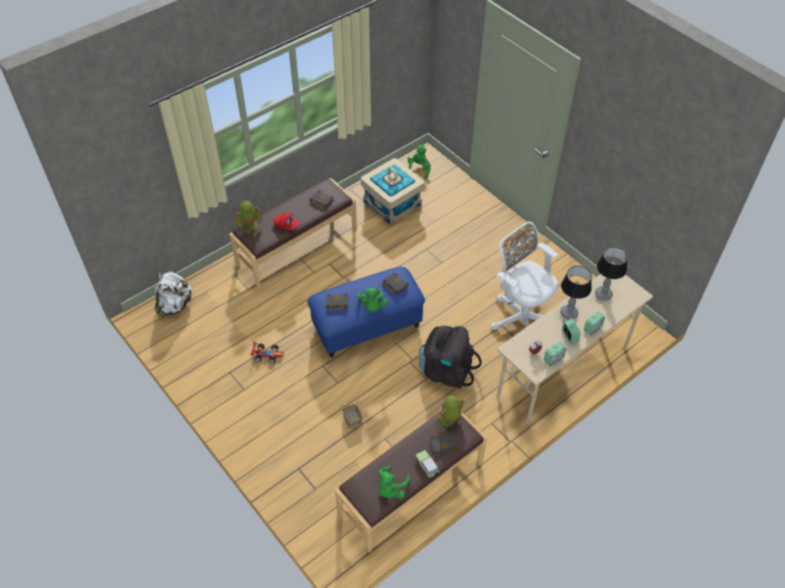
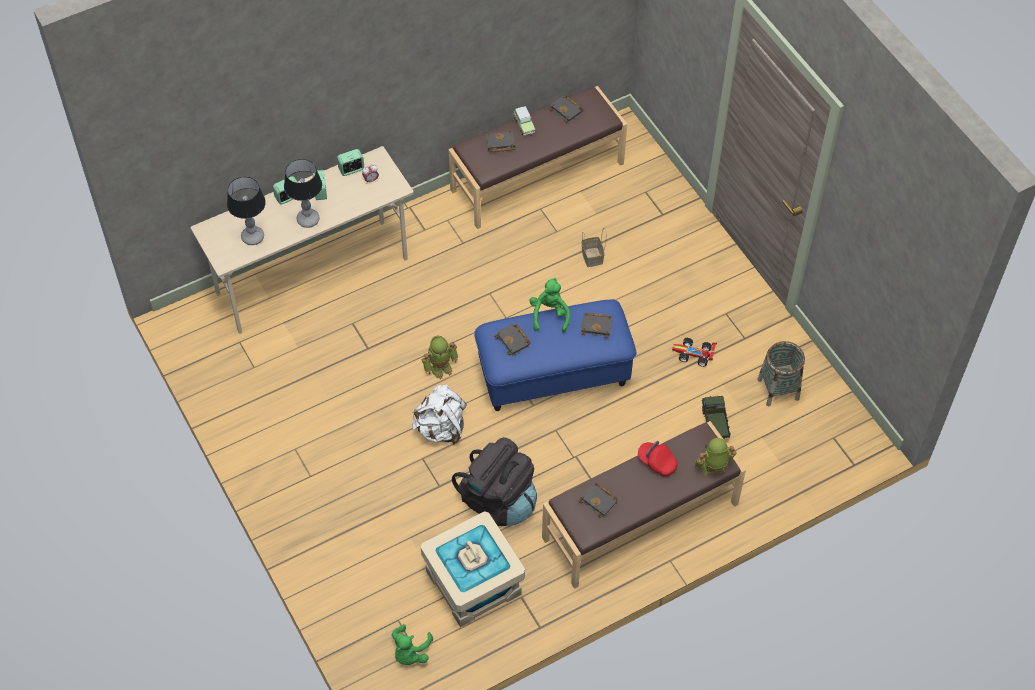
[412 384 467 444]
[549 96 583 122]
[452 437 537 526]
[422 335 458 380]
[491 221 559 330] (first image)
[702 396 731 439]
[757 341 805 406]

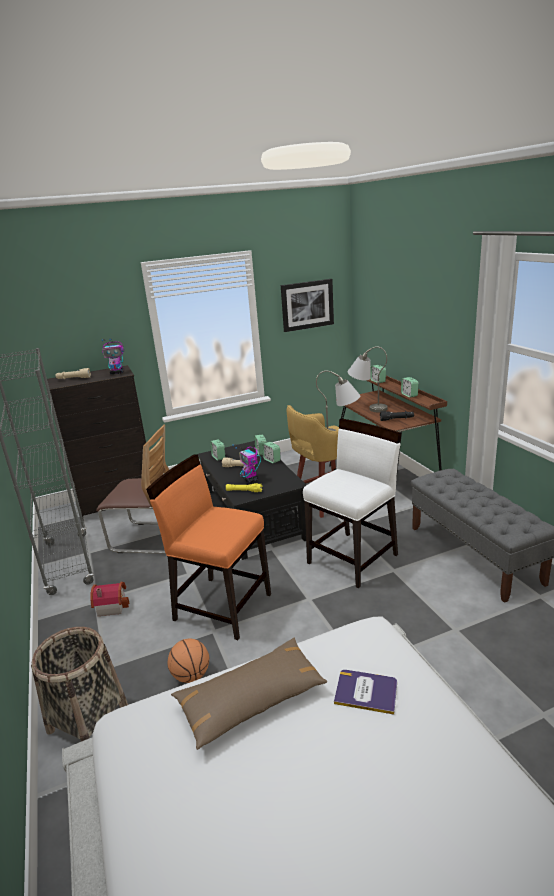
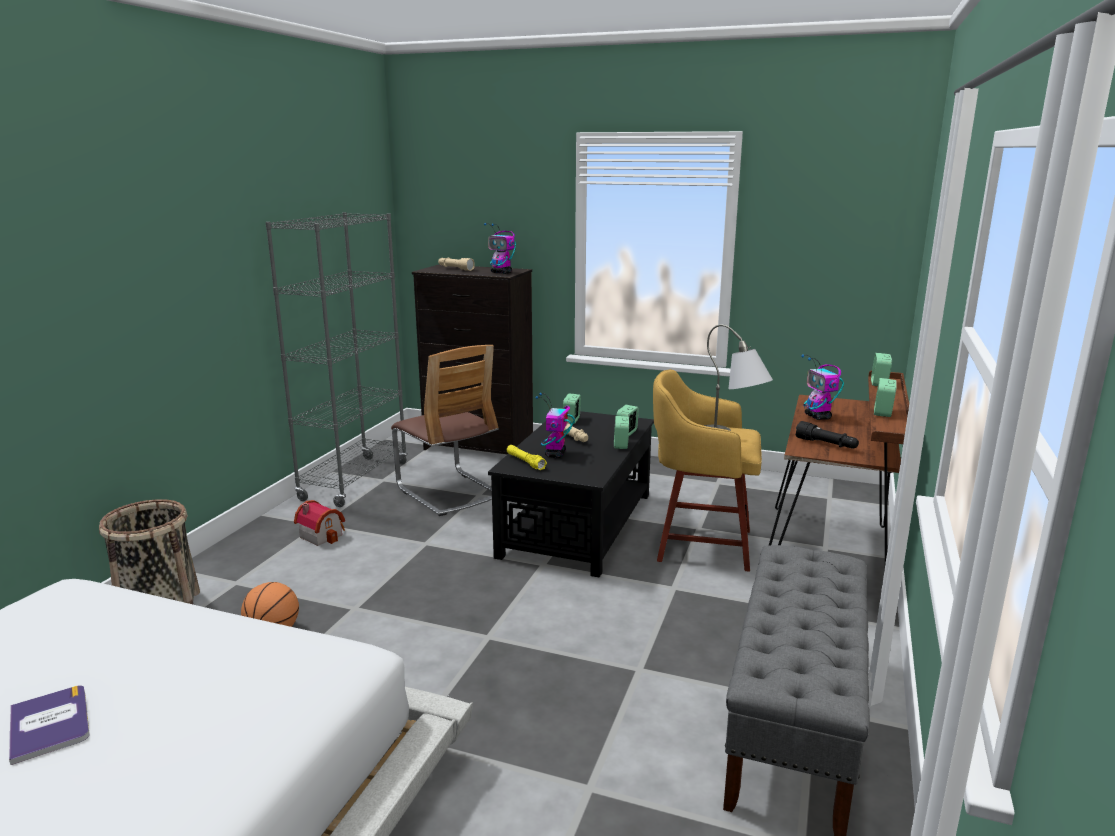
[146 454 271 640] (first image)
[171 638 327 750] (first image)
[281 279 334 332] (first image)
[303 419 402 588] (first image)
[9 685 90 765]
[801 354 844 420]

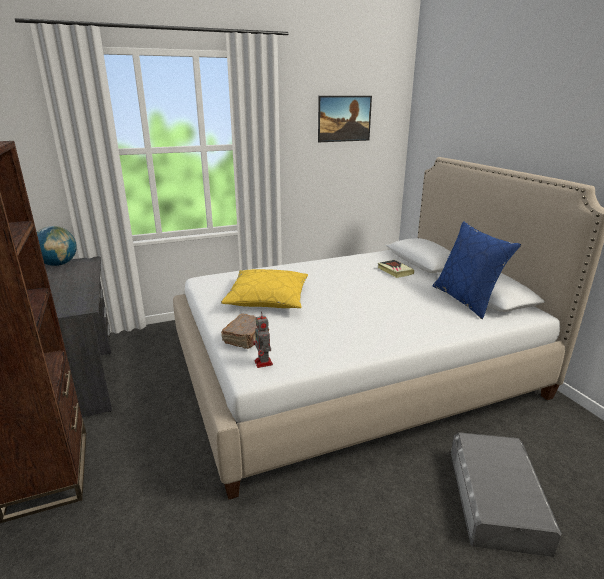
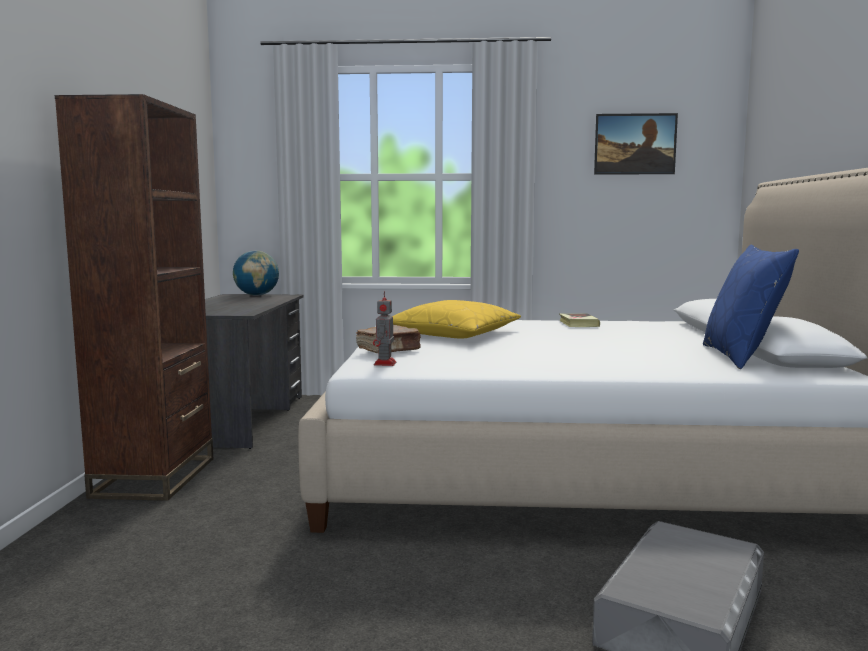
[559 313 600 327]

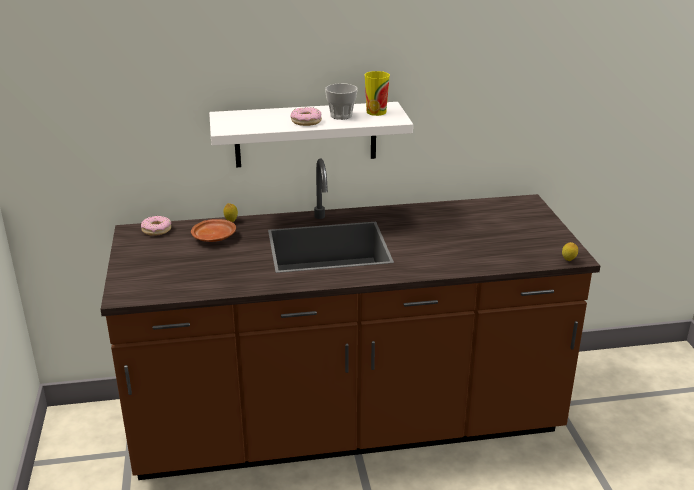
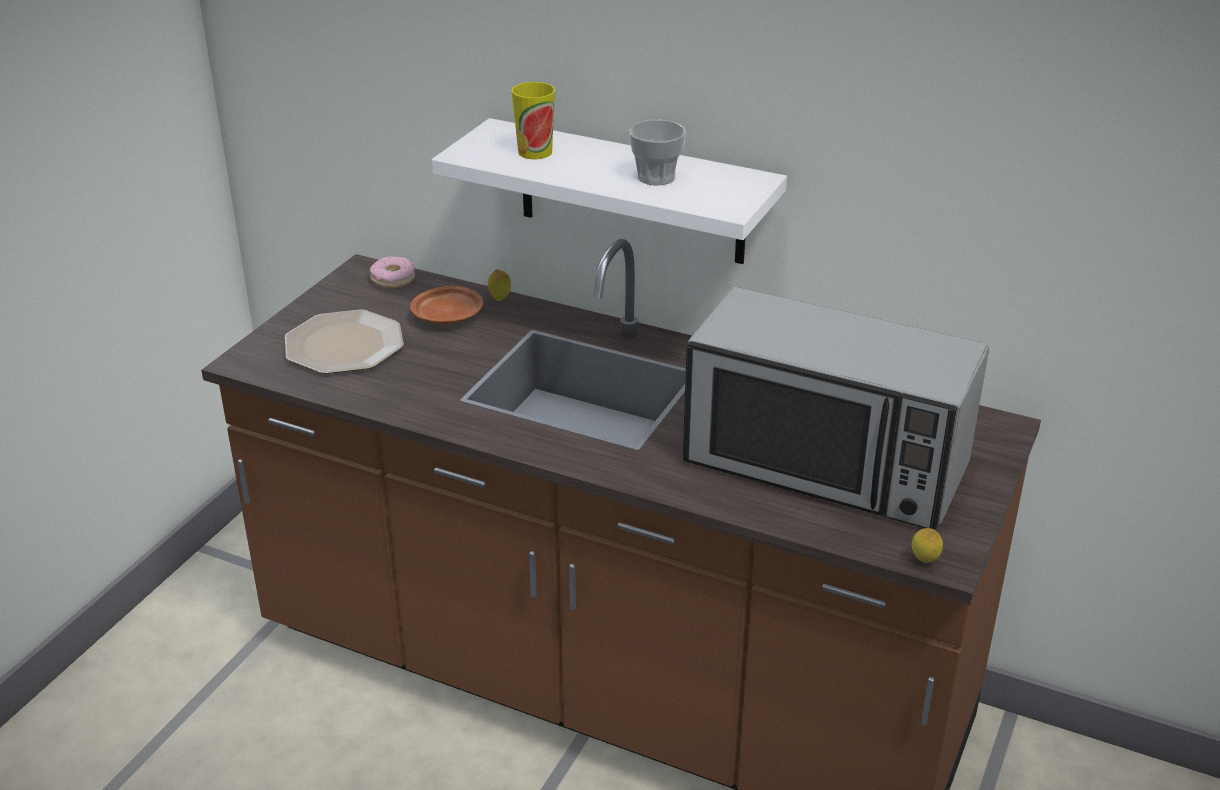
[291 107 322 126] (first image)
[512 82 555 159]
[285 309 404 374]
[683 287 989 530]

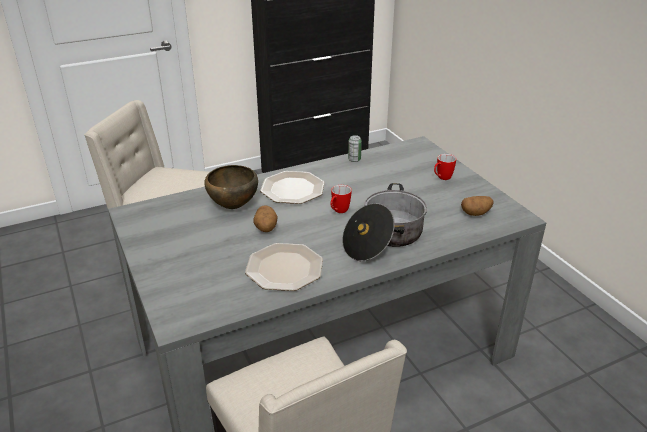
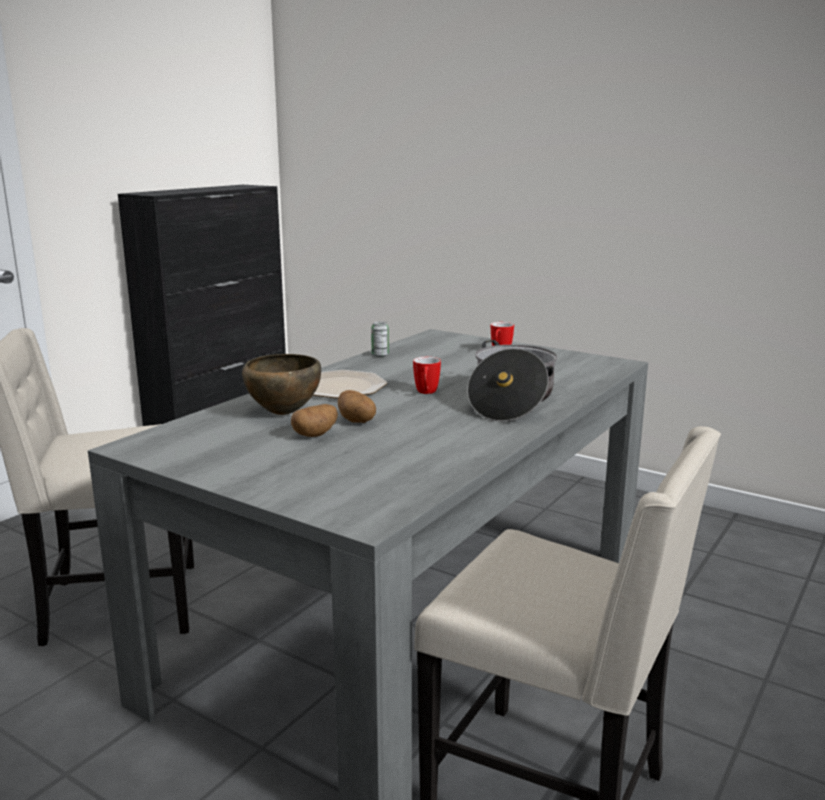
[245 243 323 291] (first image)
[291 404 338 437]

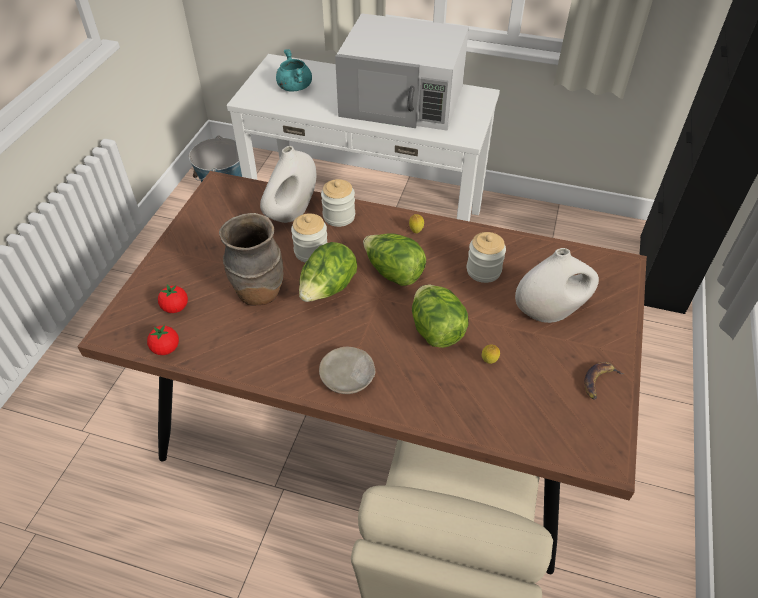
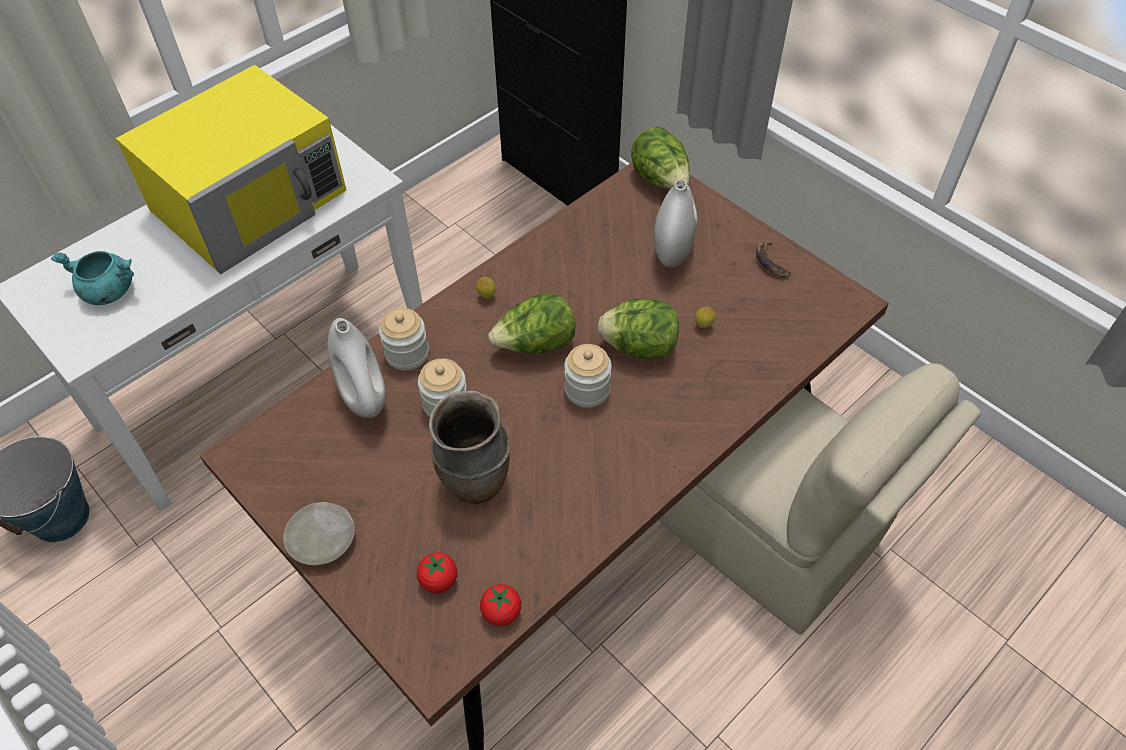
[631 127 689 188]
[283 502 355 566]
[116 65 346 274]
[564 344 612 408]

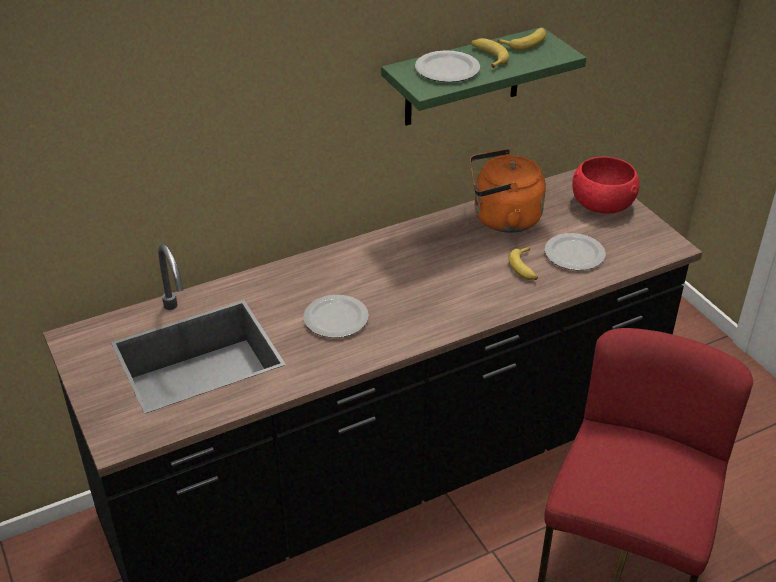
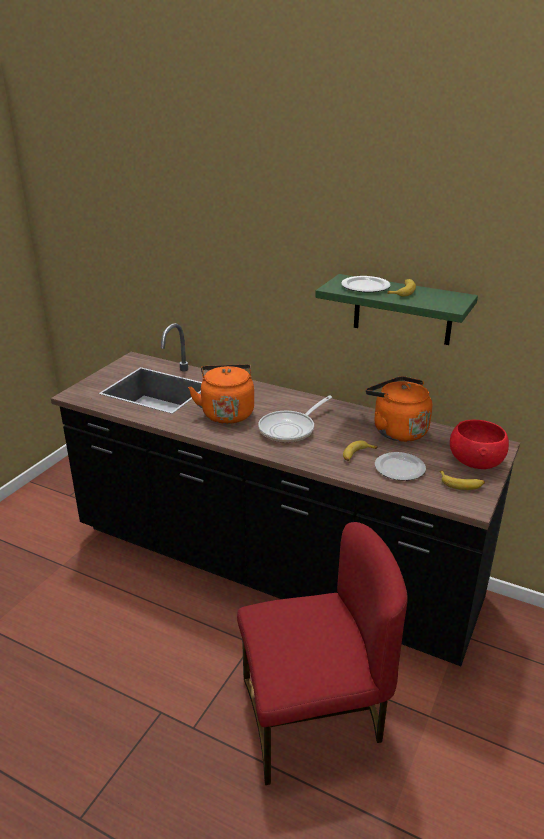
[188 364 254 424]
[440 470 485 490]
[258 396 332 443]

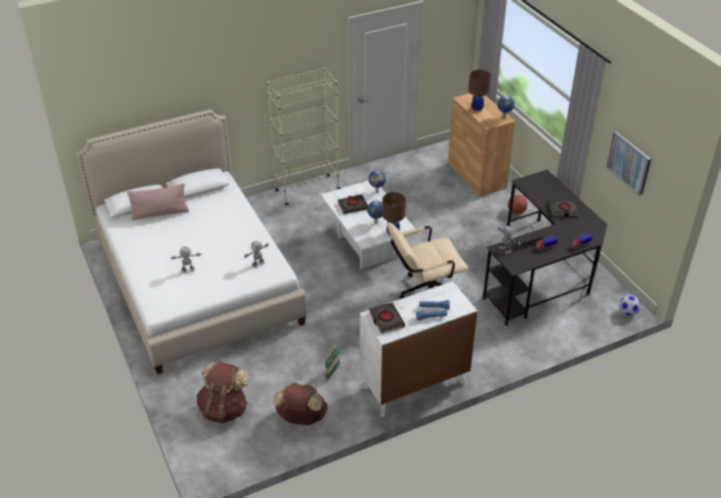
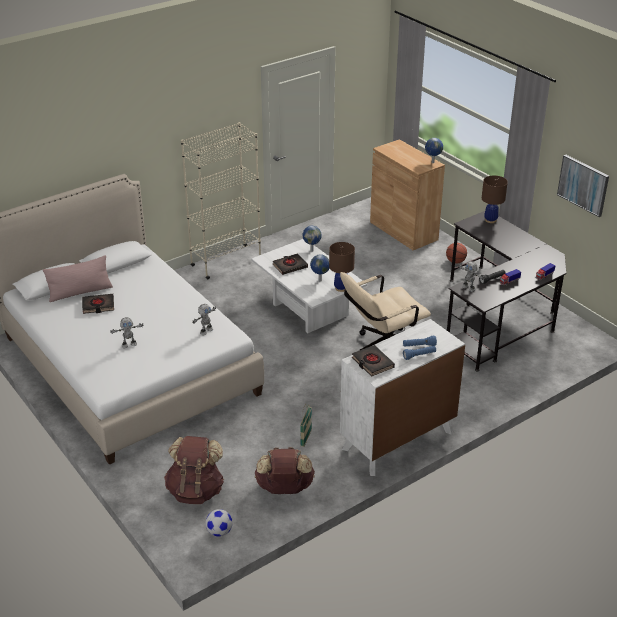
[482 176 508 223]
[82 294 114 314]
[206 509 233 537]

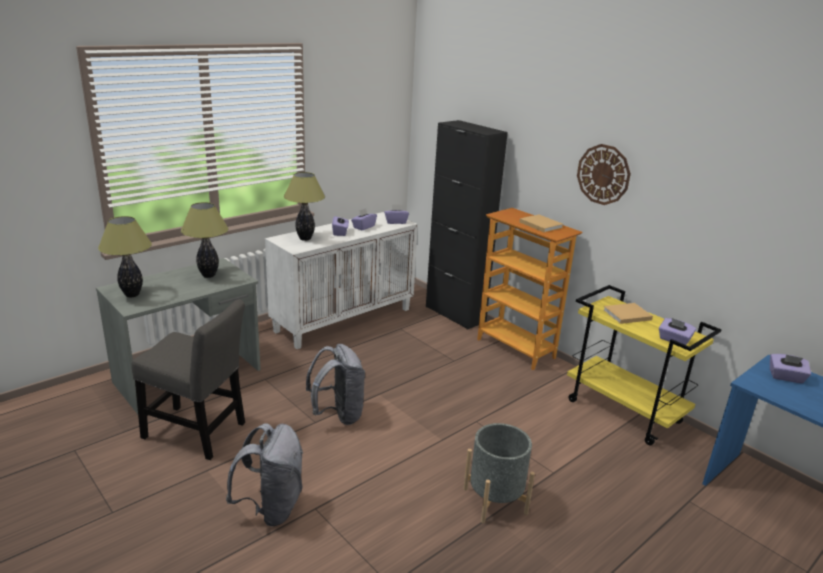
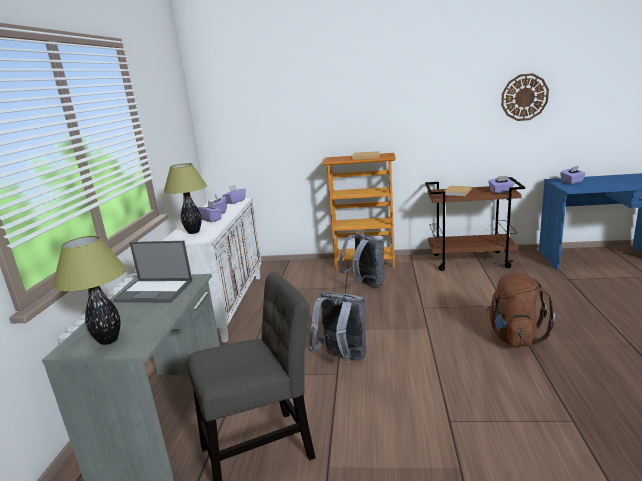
[113 241 192 303]
[339 233 384 288]
[426 120 508 330] (first image)
[486 273 555 347]
[425 177 525 271]
[501 73 549 121]

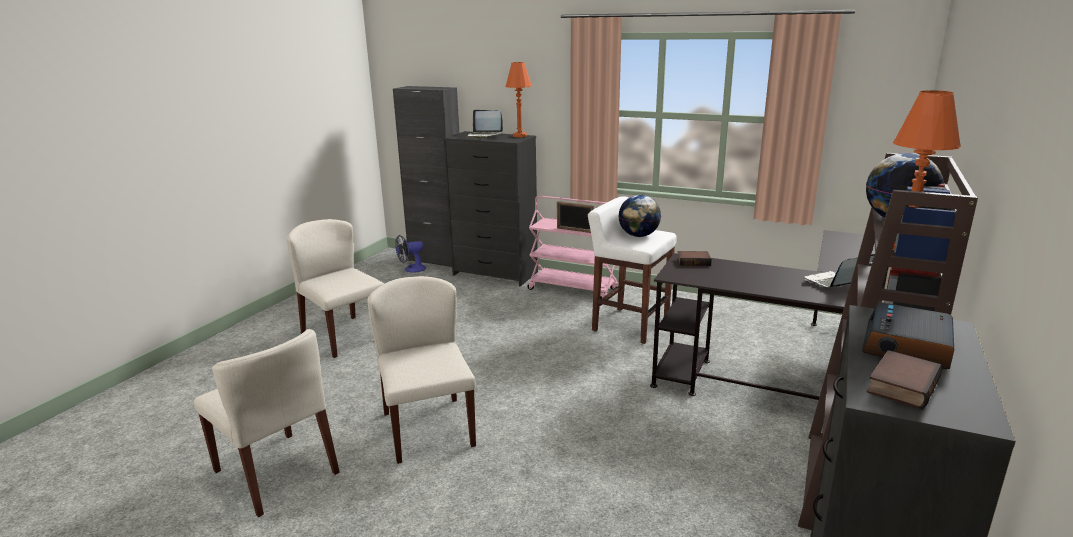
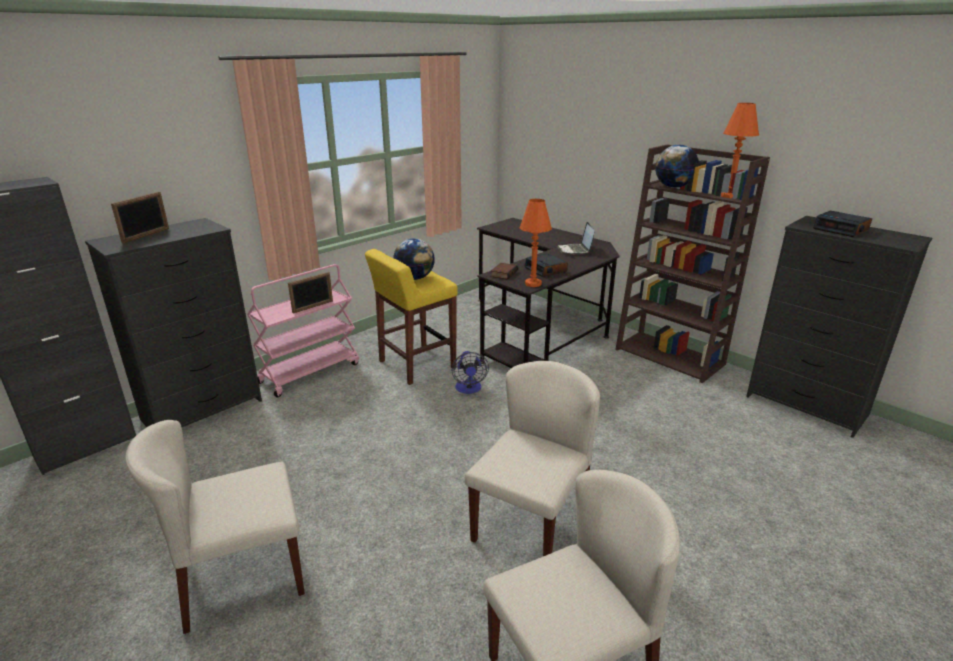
[465 361 600 556]
[451 351 489 394]
[111 192 169 244]
[520 199 552 287]
[365 249 458 385]
[867 350 942 410] (first image)
[524 254 568 277]

